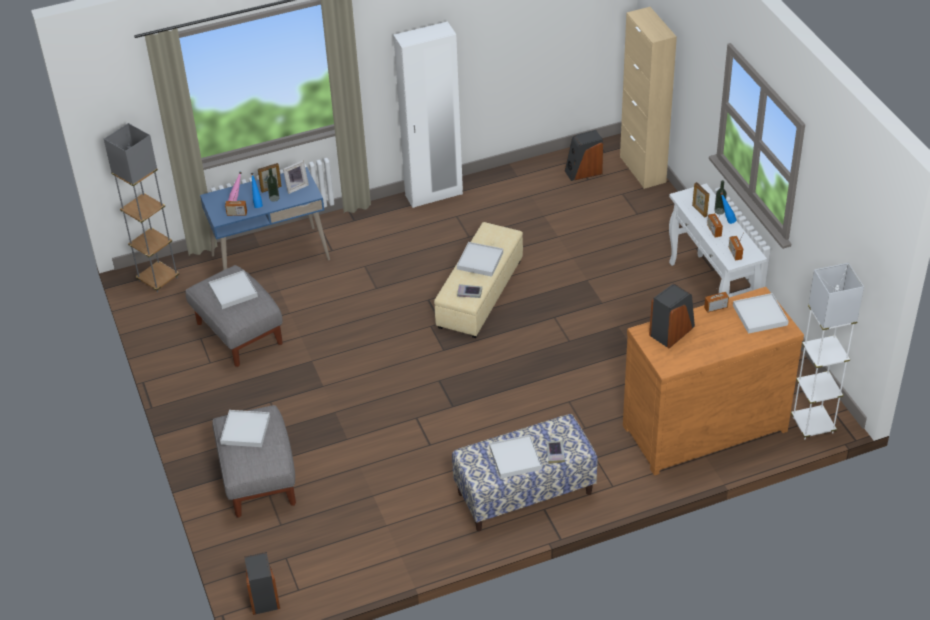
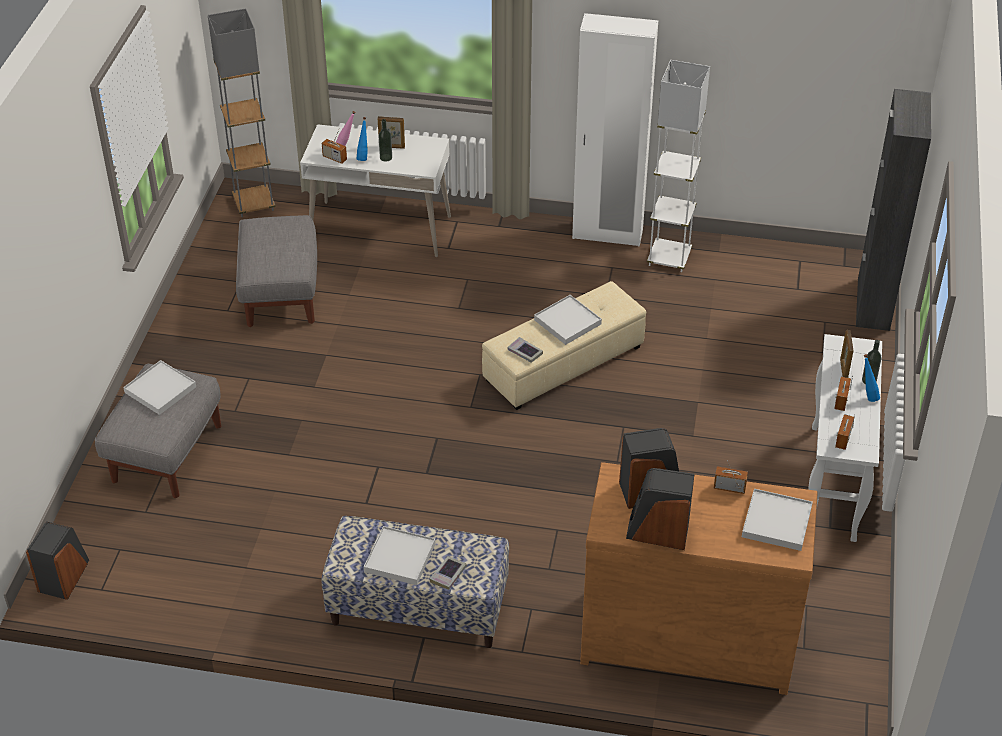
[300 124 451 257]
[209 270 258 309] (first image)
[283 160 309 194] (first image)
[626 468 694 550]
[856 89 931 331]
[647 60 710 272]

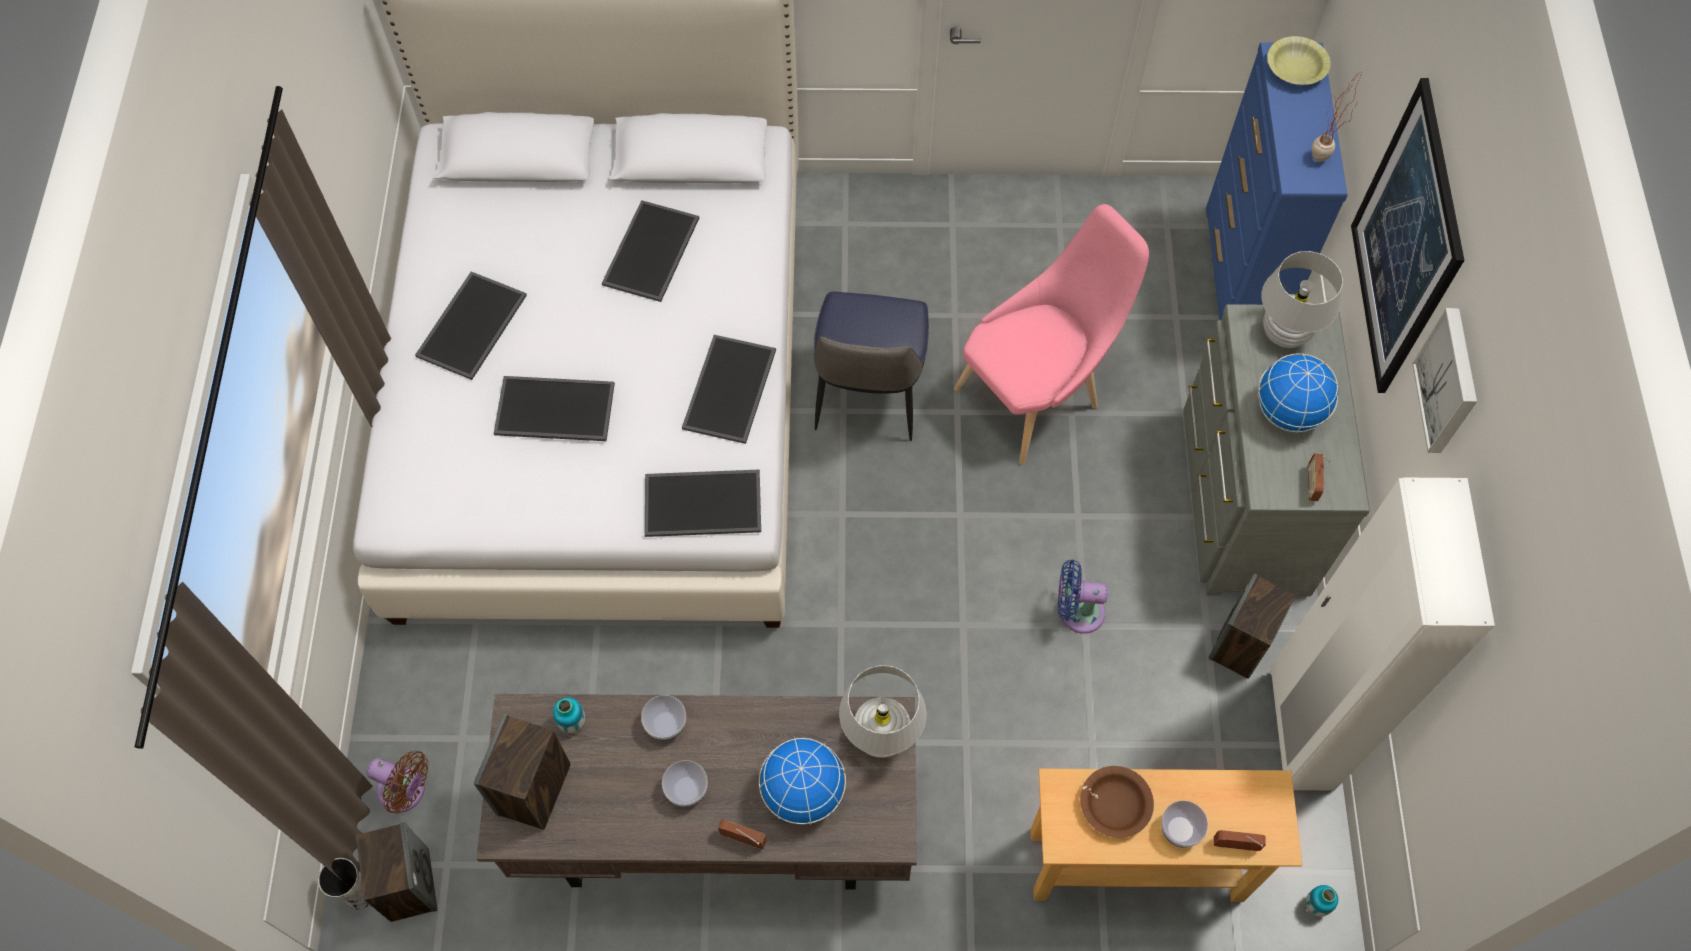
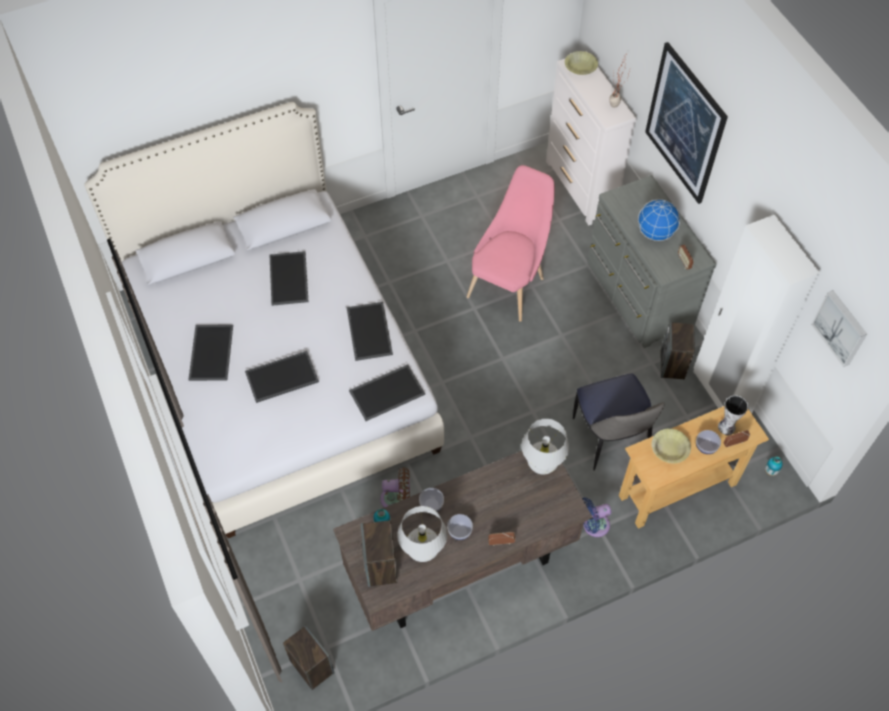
[718 395 748 435]
[380 467 410 507]
[759 738 846 825] (first image)
[573 373 665 471]
[582 498 612 537]
[652 429 691 464]
[546 51 636 225]
[397 506 447 562]
[811 290 867 367]

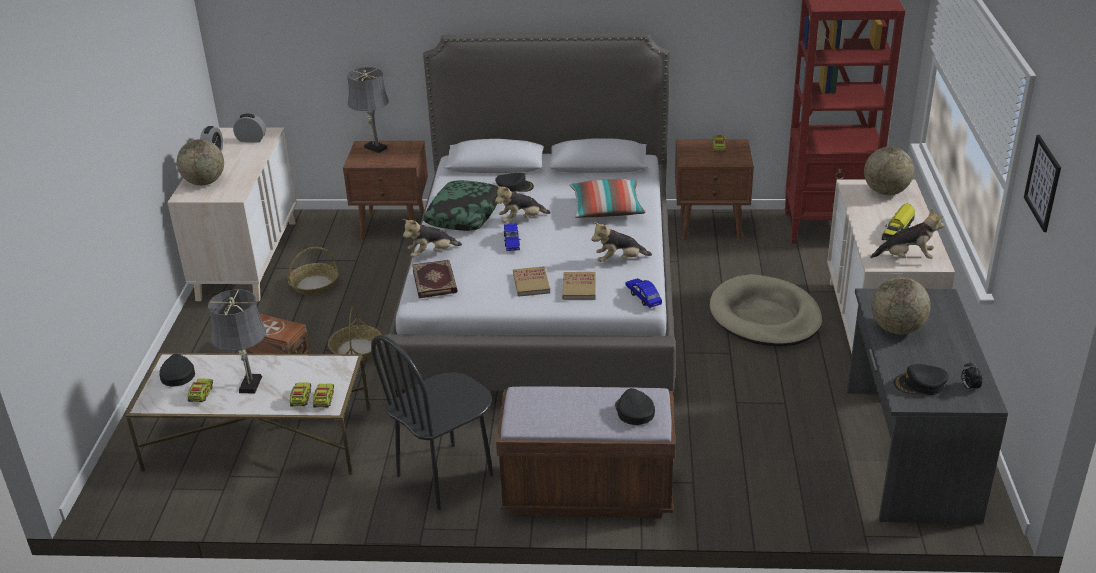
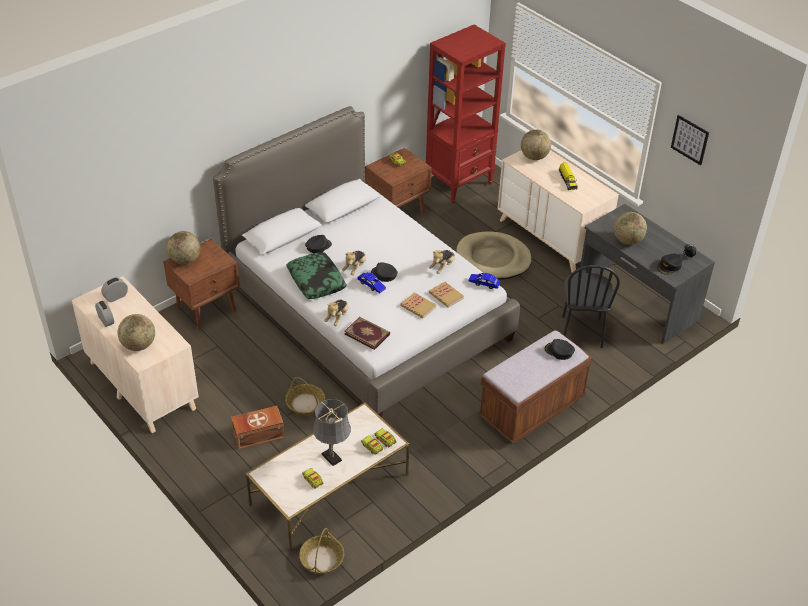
[371 262 398 282]
[299 528 344 574]
[167 231 200 264]
[562 265 620 348]
[570 179 645 218] (first image)
[870 209 944 259] (first image)

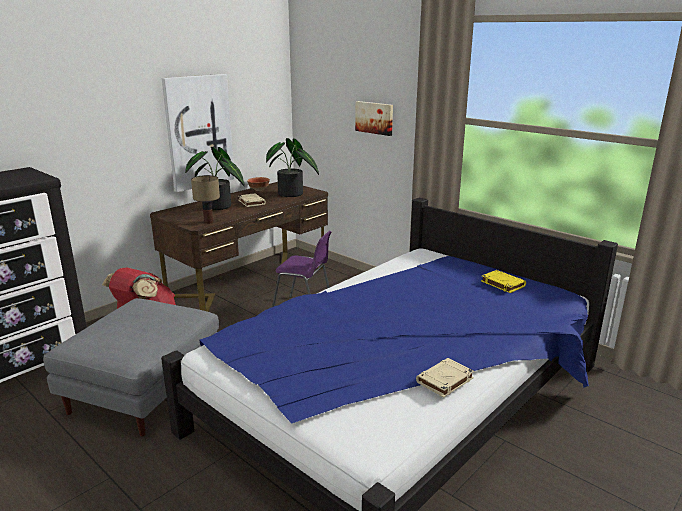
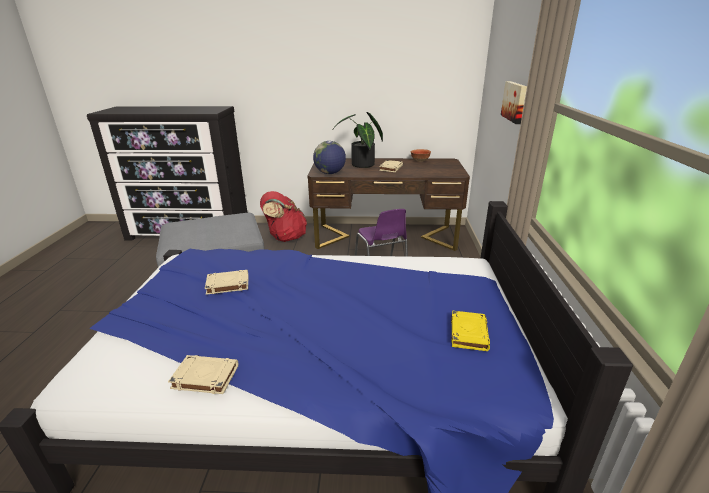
[162 74 234 192] (first image)
[313 141 346 174]
[266 138 319 197] (first image)
[205 270 248 295]

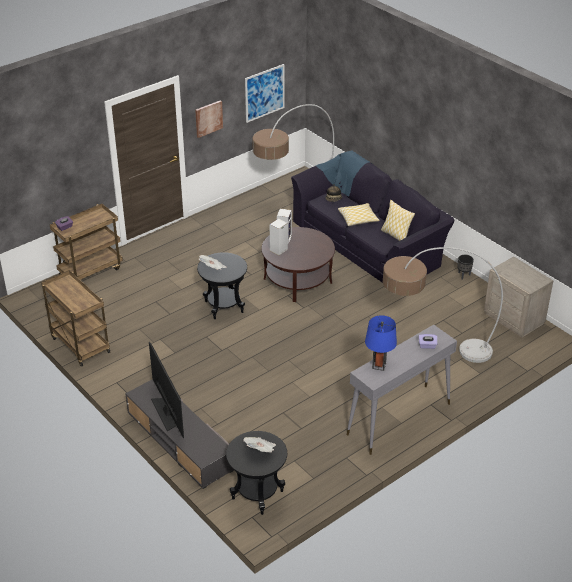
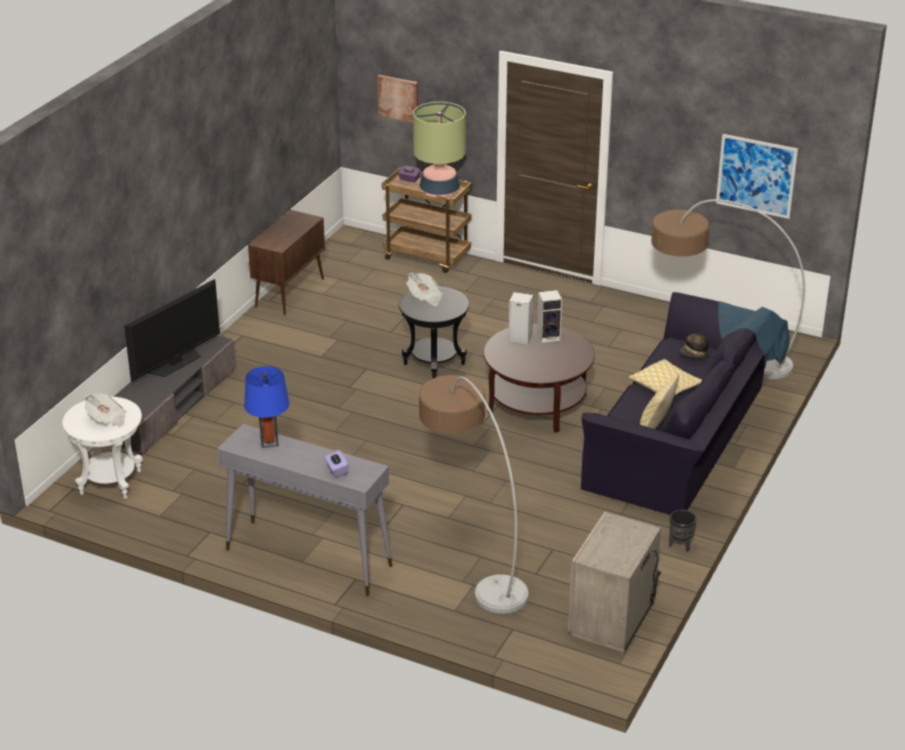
[248 210 325 315]
[377 75 418 123]
[62 396 143 499]
[413 102 466 197]

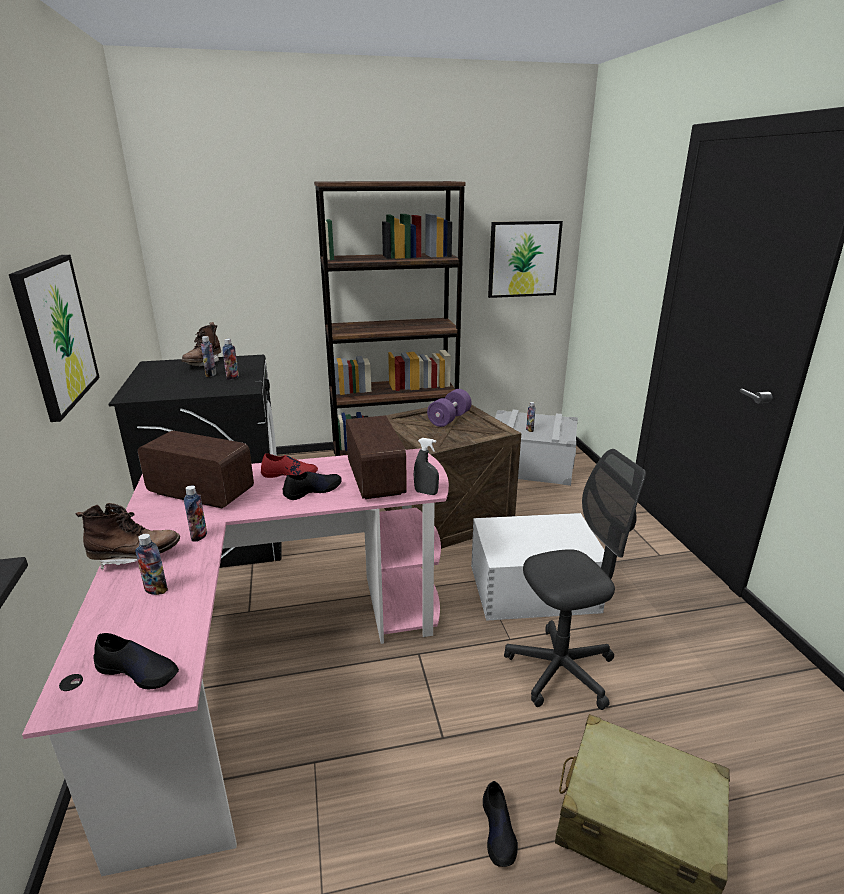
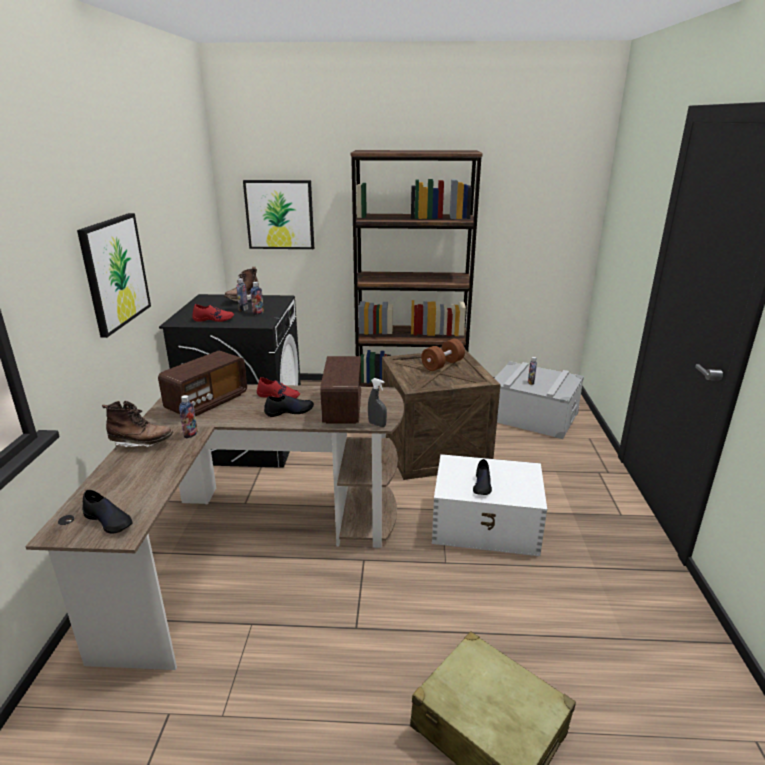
[25 384 404 670]
[135 534 168 595] (first image)
[158 351 247 416]
[421 339 465 371]
[473 459 492 495]
[243 180 314 249]
[504 449 646 710] (first image)
[193 304 234 322]

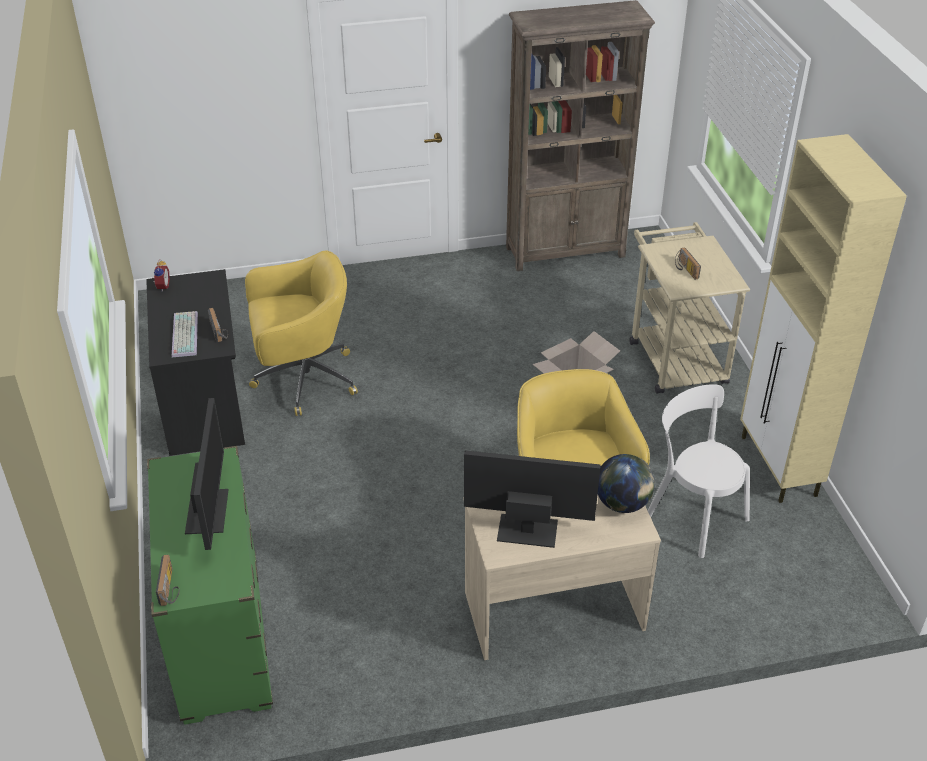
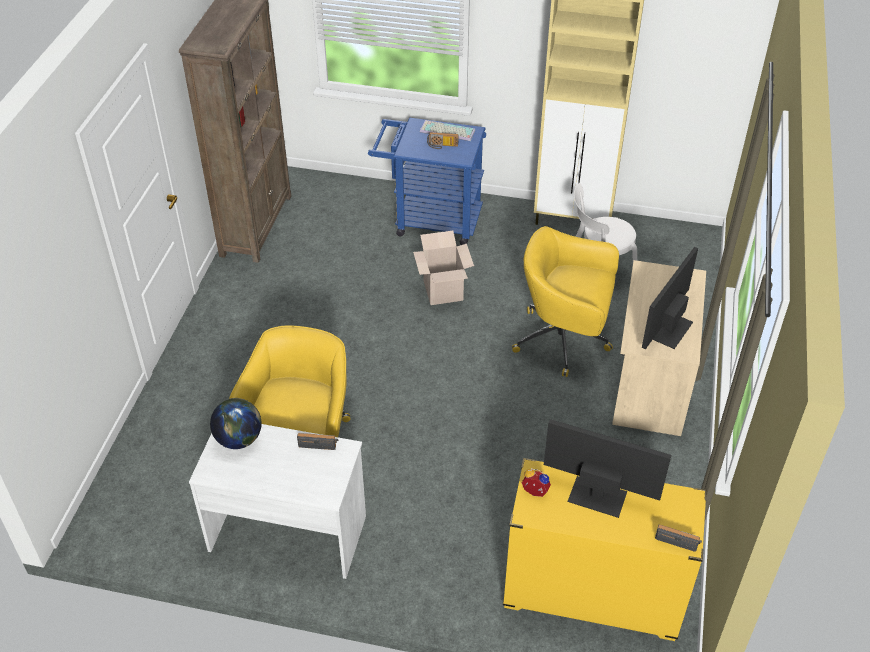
[189 424 366 579]
[503 458 707 641]
[522 469 551 497]
[420 120 475 141]
[210 398 262 449]
[368 118 486 245]

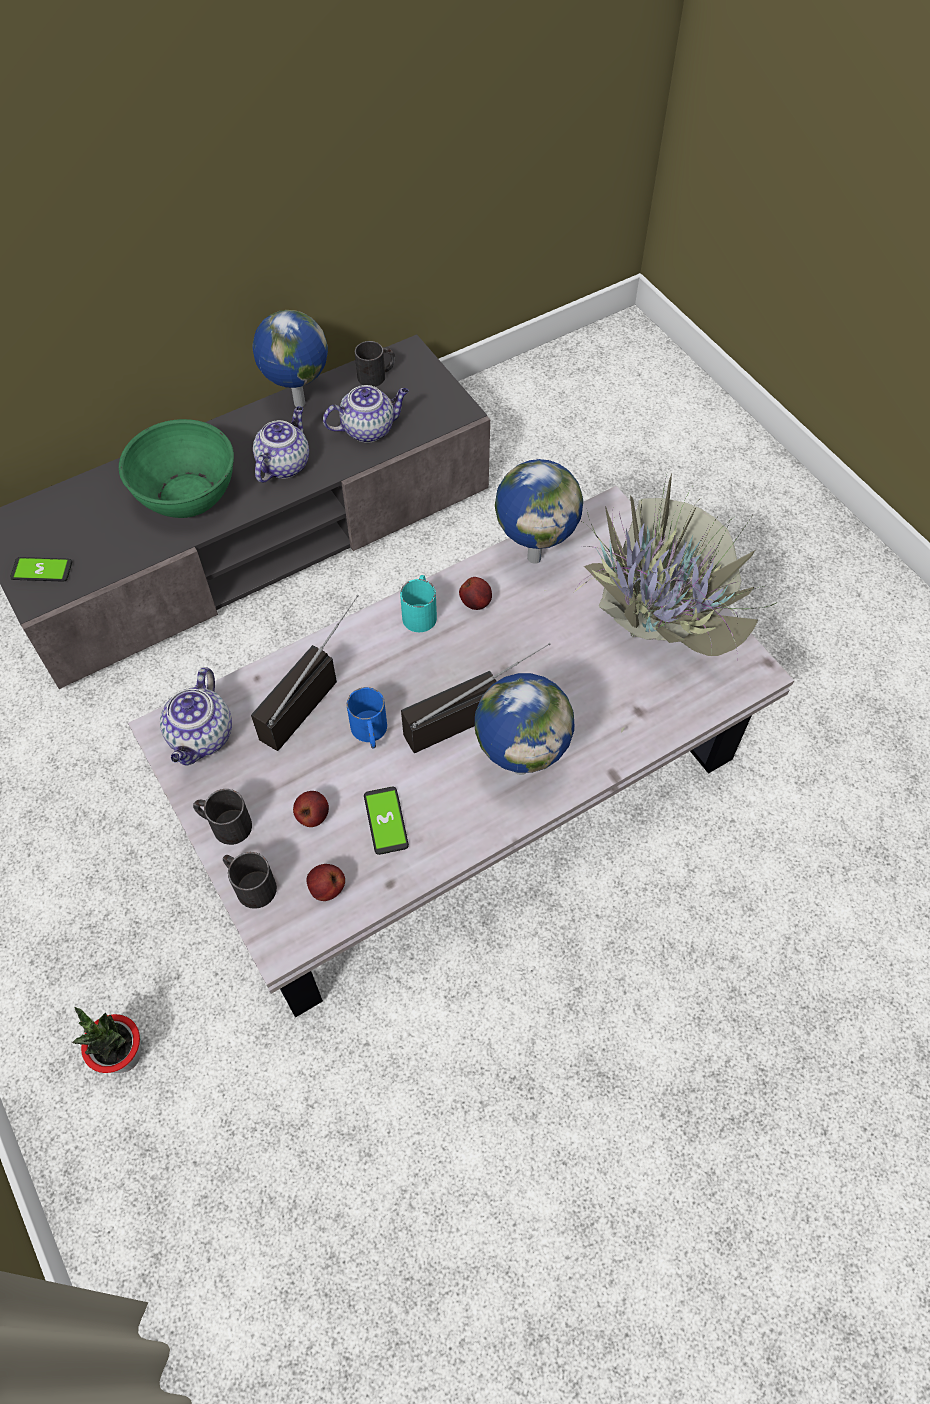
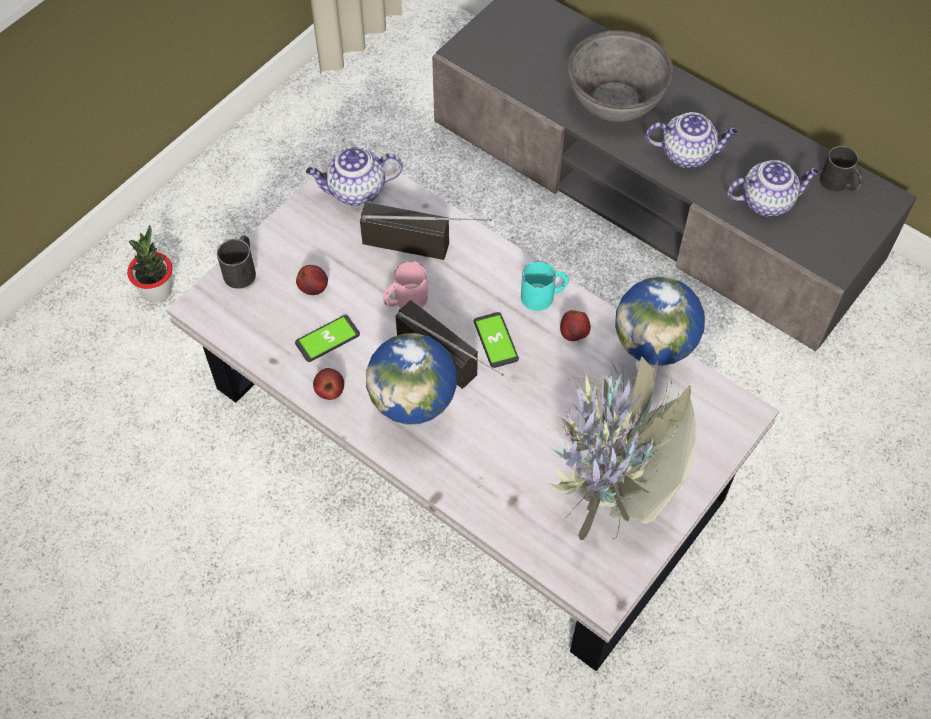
[474 312 519 368]
[567 30 673 122]
[193 789 252 845] (first image)
[252 310 328 407] (first image)
[313 368 344 400]
[727 160 820 217]
[383 261 428 308]

